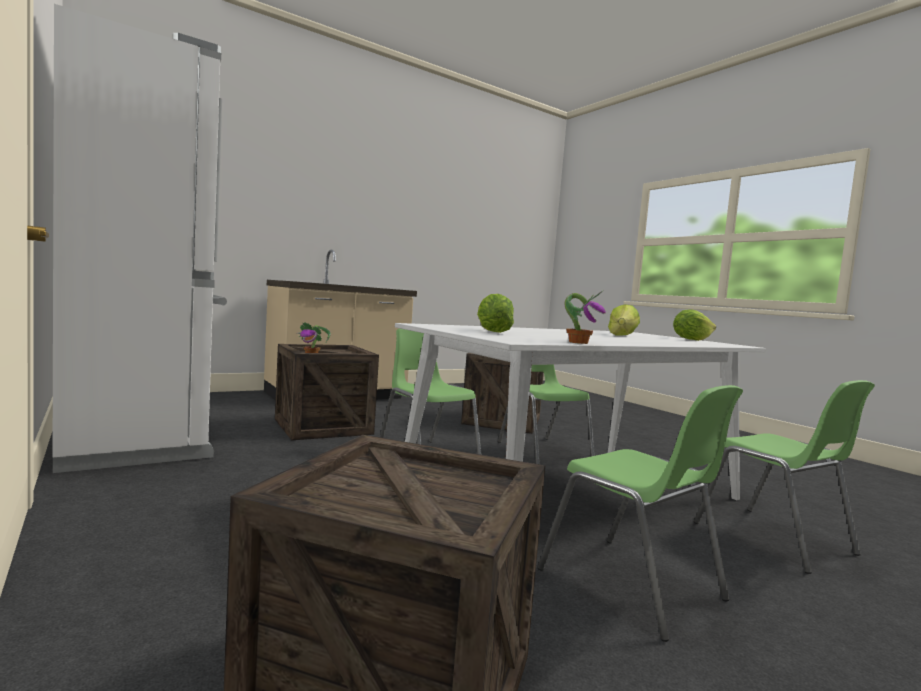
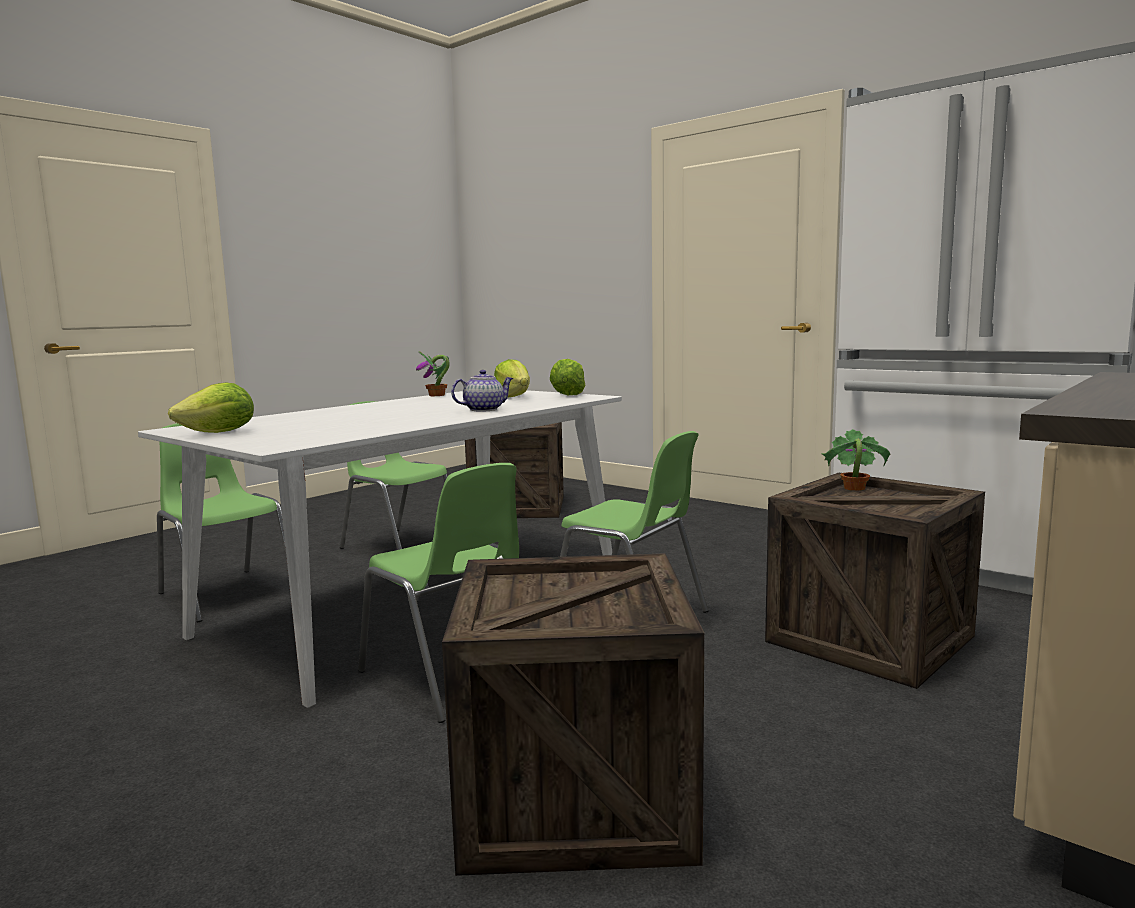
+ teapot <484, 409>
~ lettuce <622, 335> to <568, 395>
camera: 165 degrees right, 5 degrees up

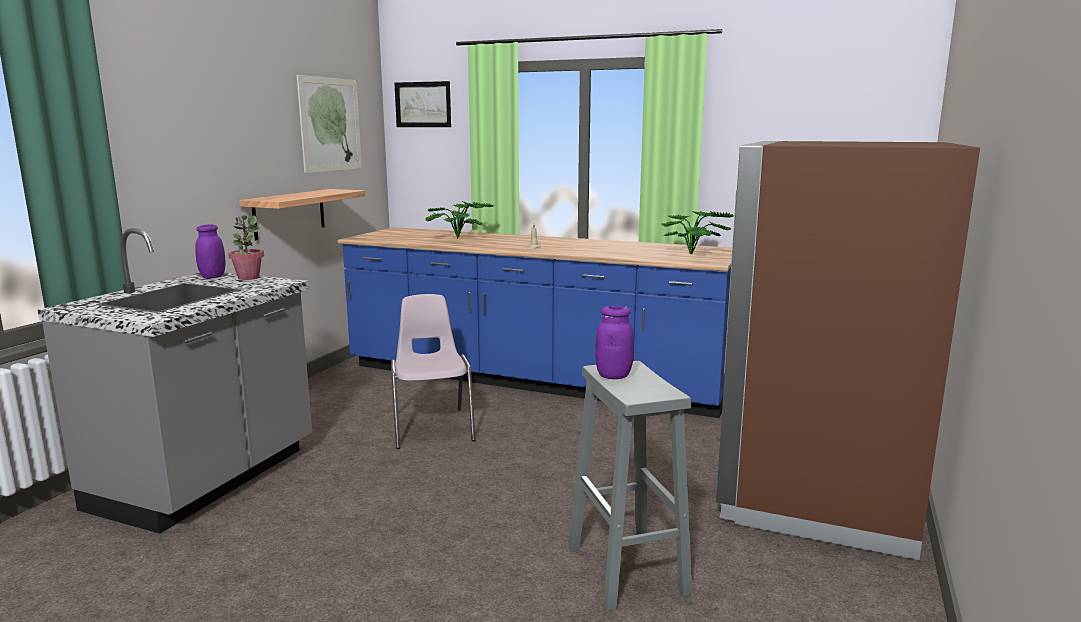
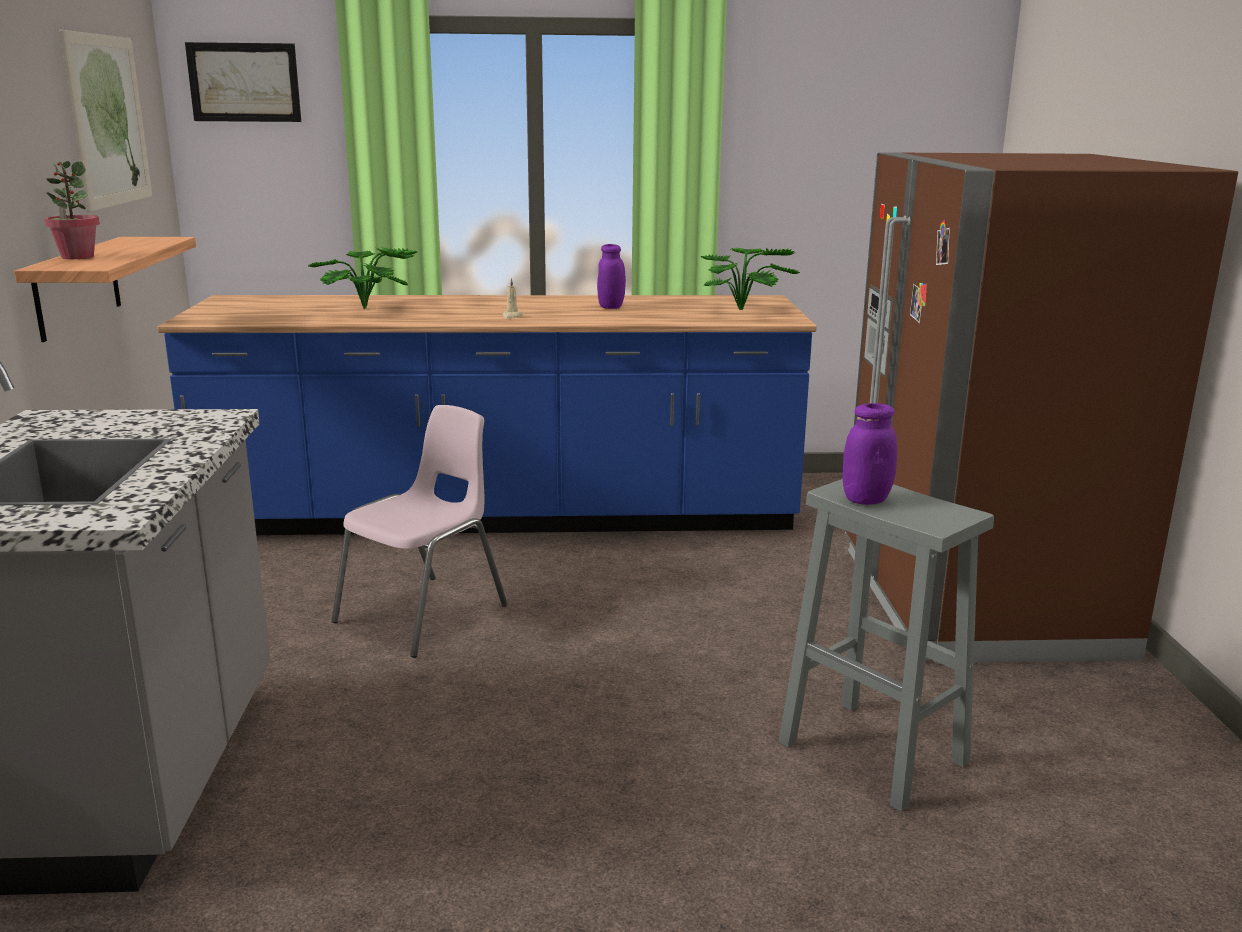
~ purple jar <213, 277> to <611, 307>
~ potted plant <248, 277> to <77, 257>
~ pink chair <432, 427> = <425, 614> 75 degrees clockwise
camera: 25 degrees left, 5 degrees up

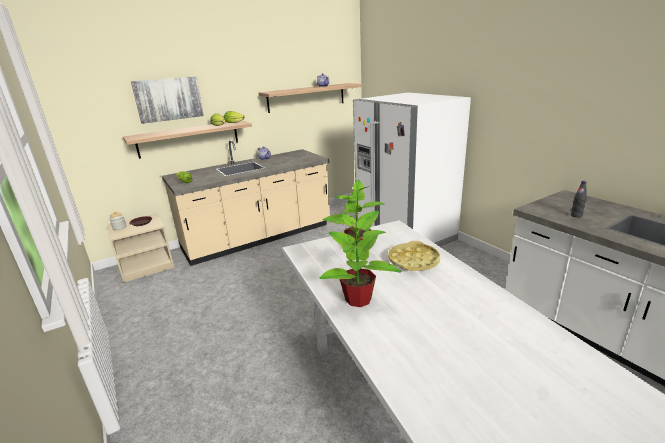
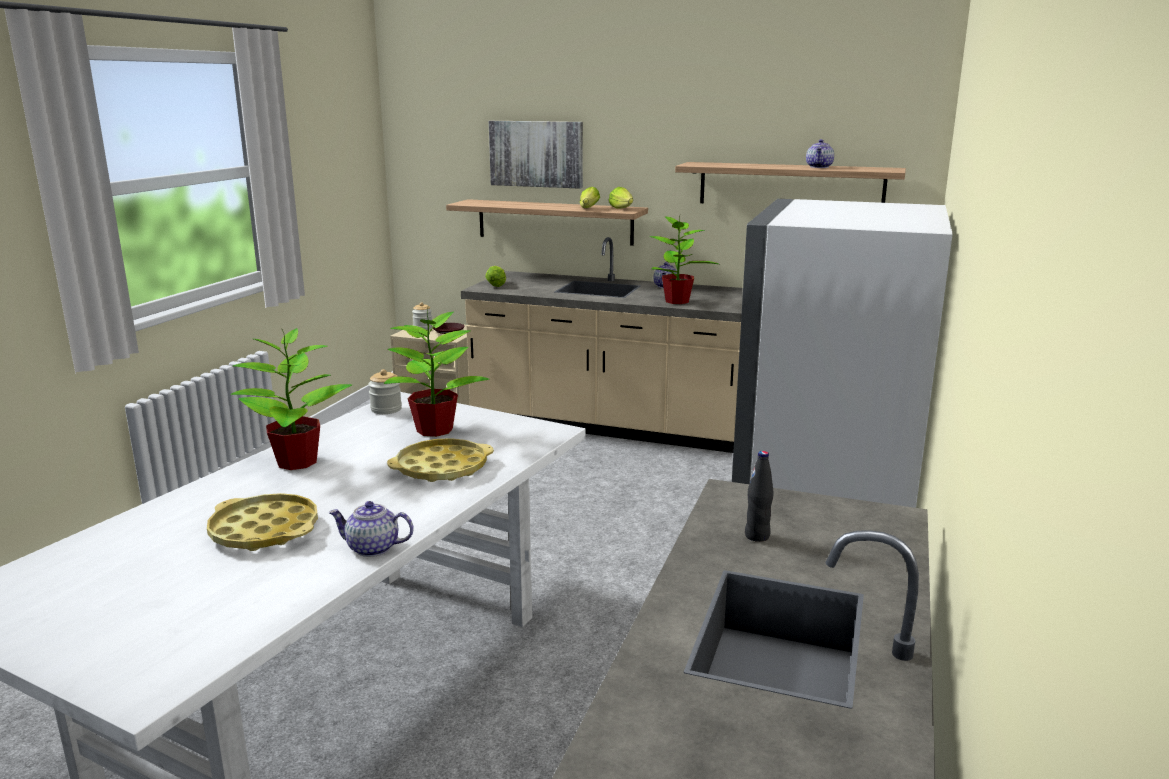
+ yellow tray <265, 530>
+ teapot <372, 548>
+ jar <386, 409>
+ potted plant <677, 301>
camera: 50 degrees right, 5 degrees down

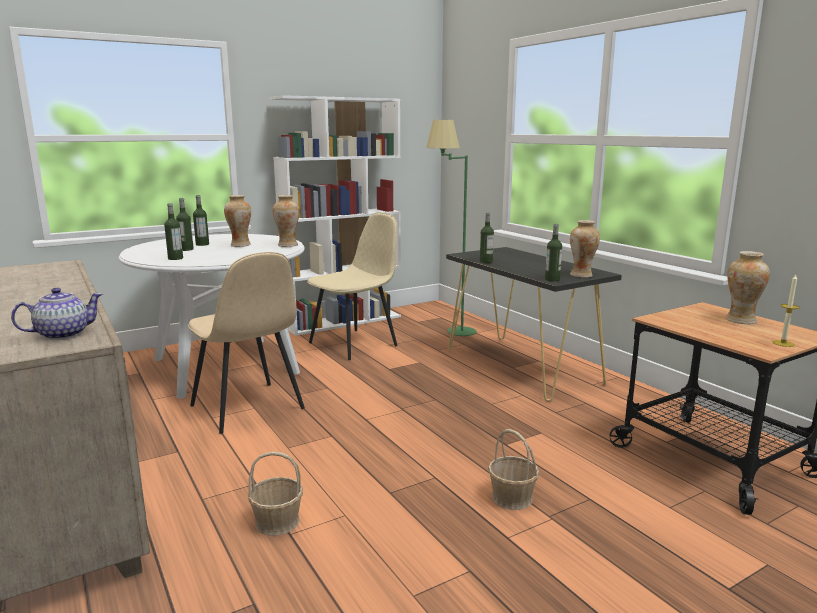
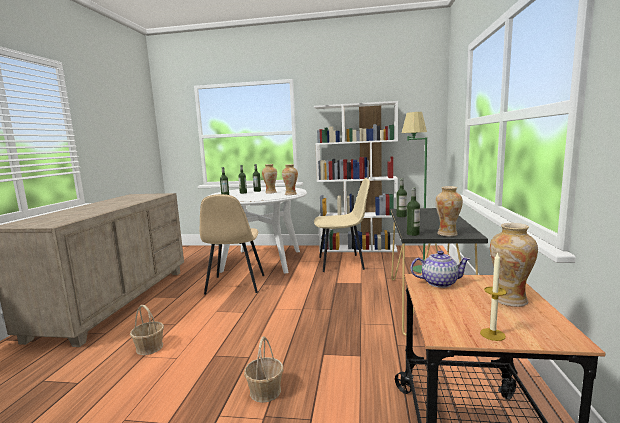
~ teapot <62, 334> to <439, 283>
camera: 40 degrees right, 5 degrees down

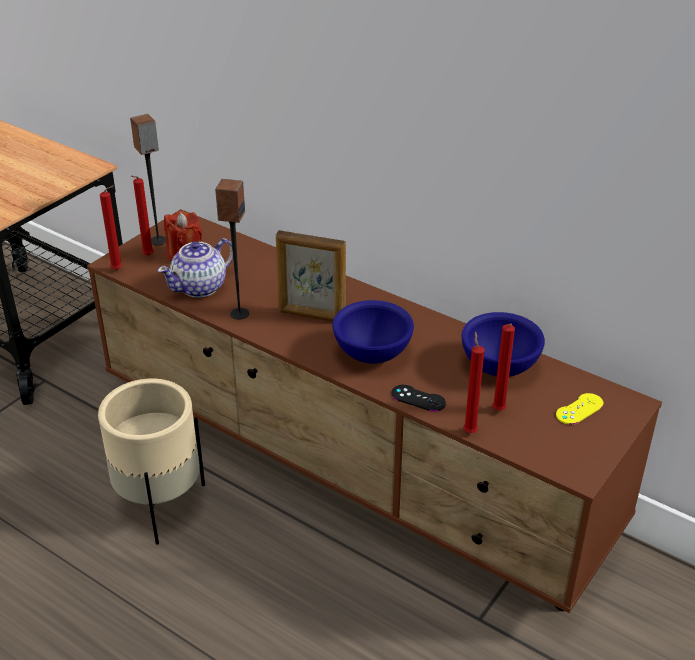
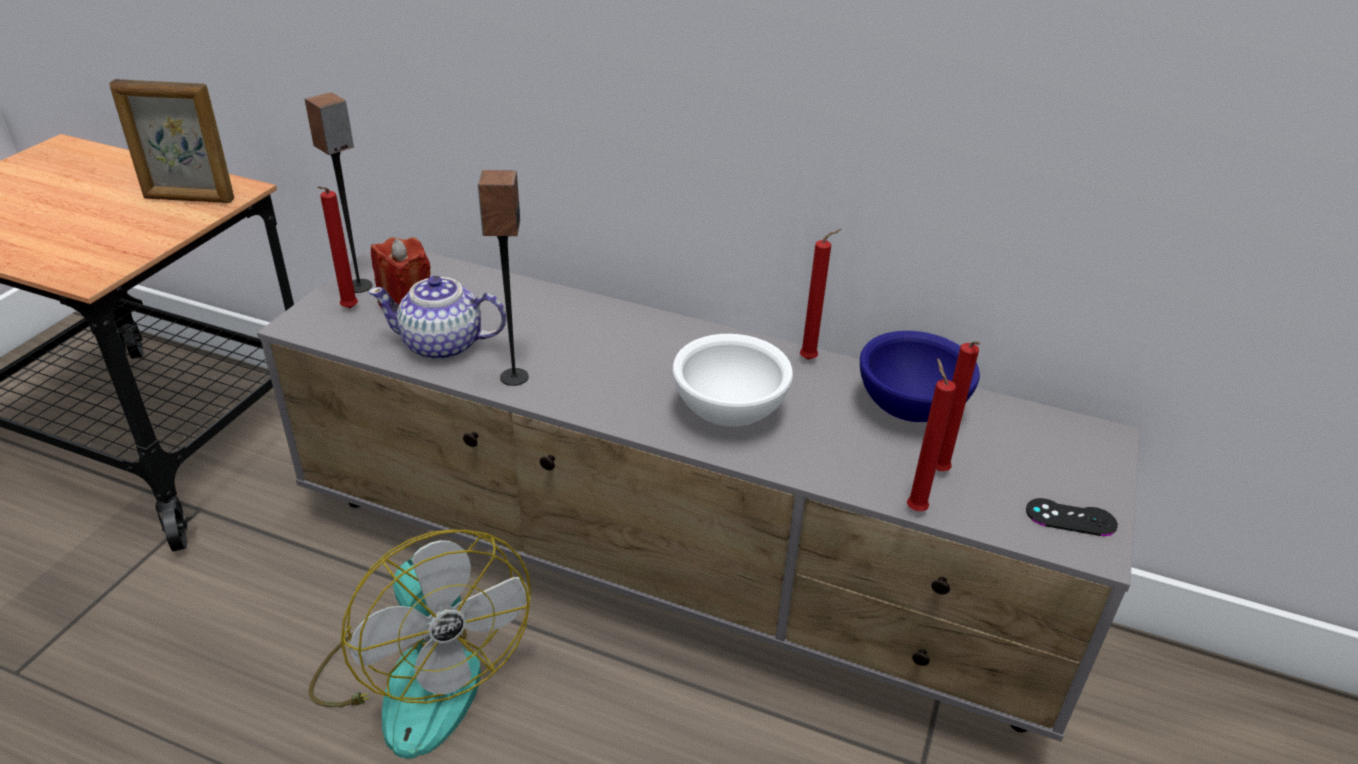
- yellow game controller <579, 409>
~ red candle <119, 270> to <811, 359>
~ picture frame <311, 316> to <189, 199>
~ black game controller <418, 398> to <1070, 518>
~ beige planter <161, 505> to fan <420, 674>
~ brown tv stand <350, 469> to grey tv stand <675, 574>
~ blue bowl <373, 354> to white bowl <731, 413>
~ teapot <200, 287> = <443, 345> 60 degrees clockwise
camera: 15 degrees left, 0 degrees up

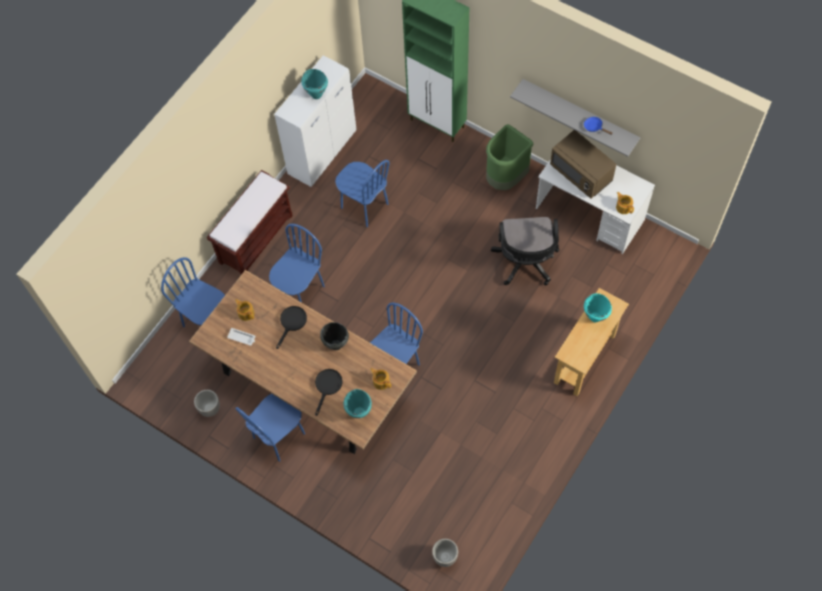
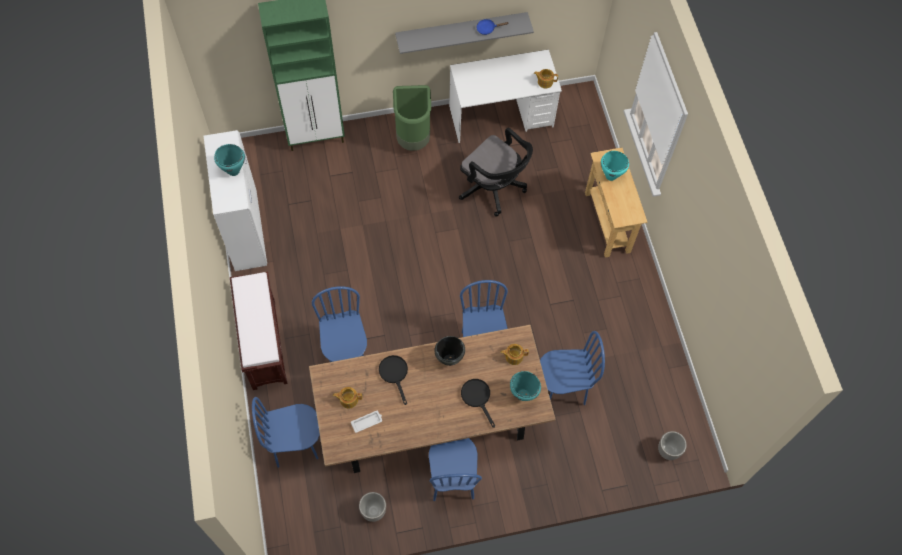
- brown microwave <581, 173>
~ blue chair <364, 206> to <562, 388>
camera: 50 degrees left, 0 degrees up

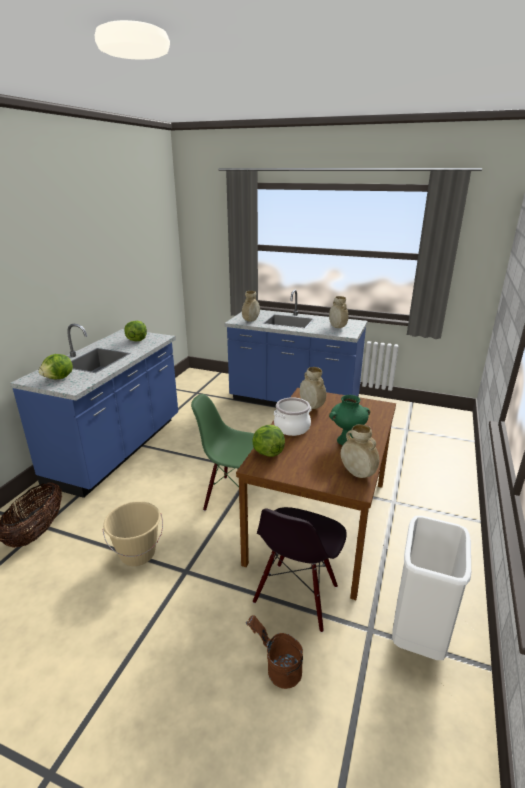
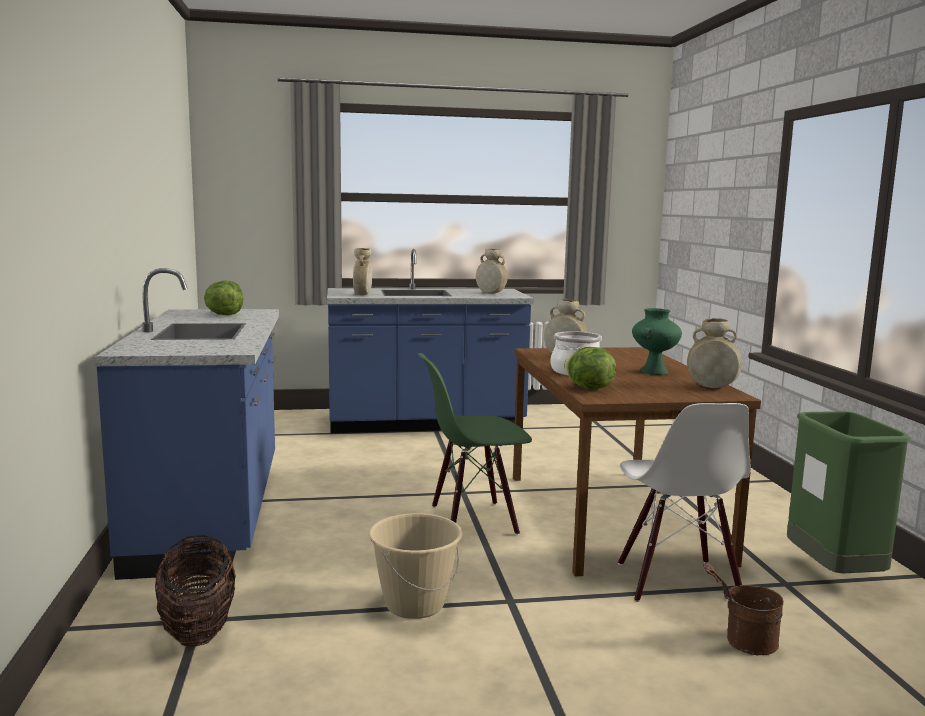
- lettuce <59, 378>
~ black chair <297, 595> to white chair <676, 581>
~ white trash can <418, 636> to green trash can <833, 574>
camera: 30 degrees left, 15 degrees down

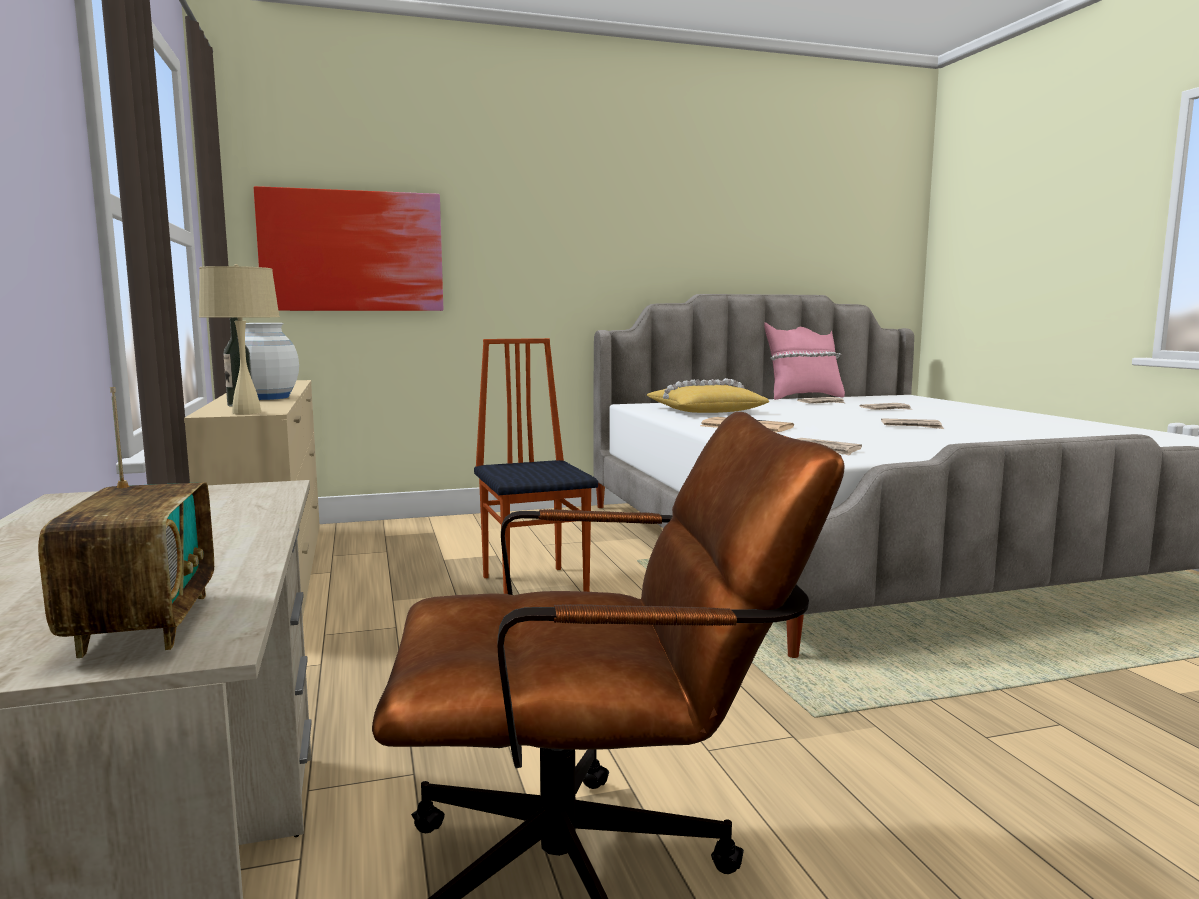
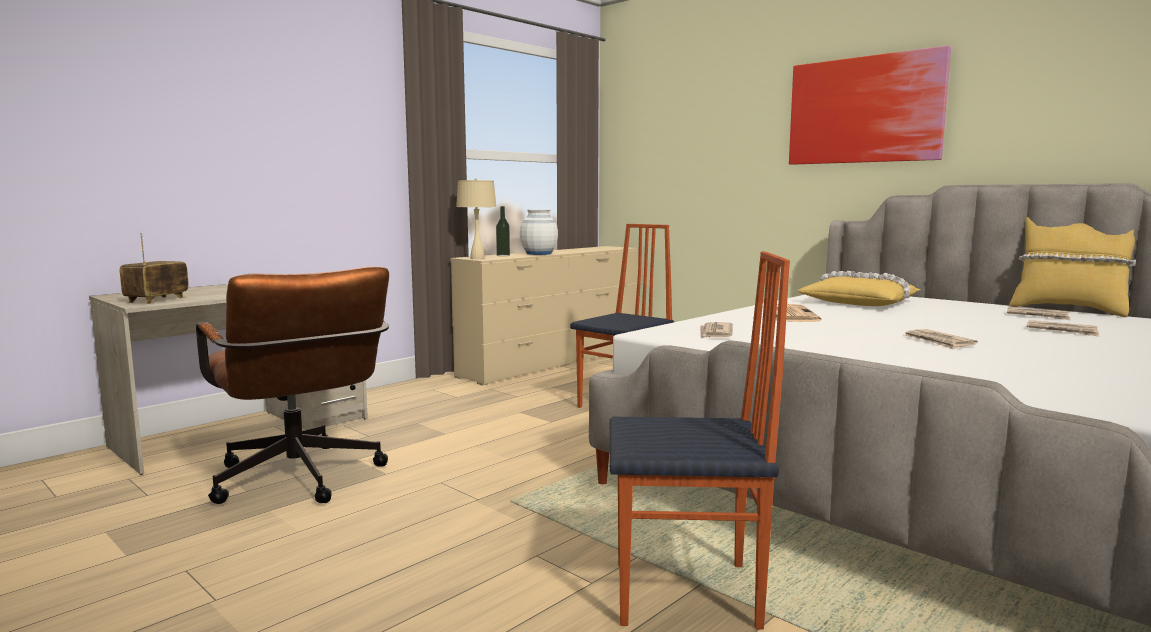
+ chair <687, 595>
~ picture <352, 251> to <864, 110>
~ pink pillow <802, 397> to yellow pillow <1068, 310>
~ radio <144, 624> = <157, 300> 150 degrees clockwise
camera: 60 degrees right, 0 degrees up

